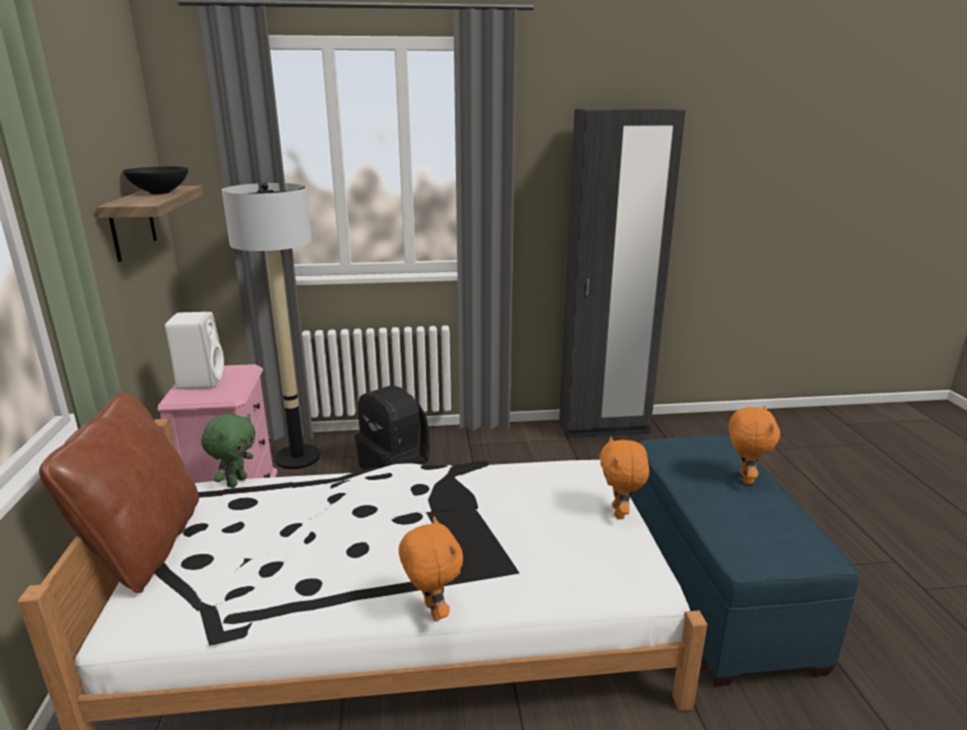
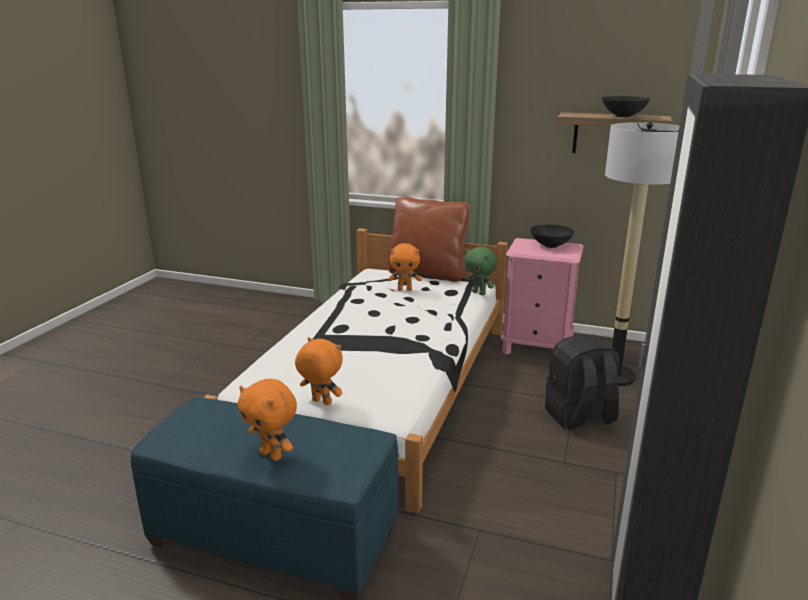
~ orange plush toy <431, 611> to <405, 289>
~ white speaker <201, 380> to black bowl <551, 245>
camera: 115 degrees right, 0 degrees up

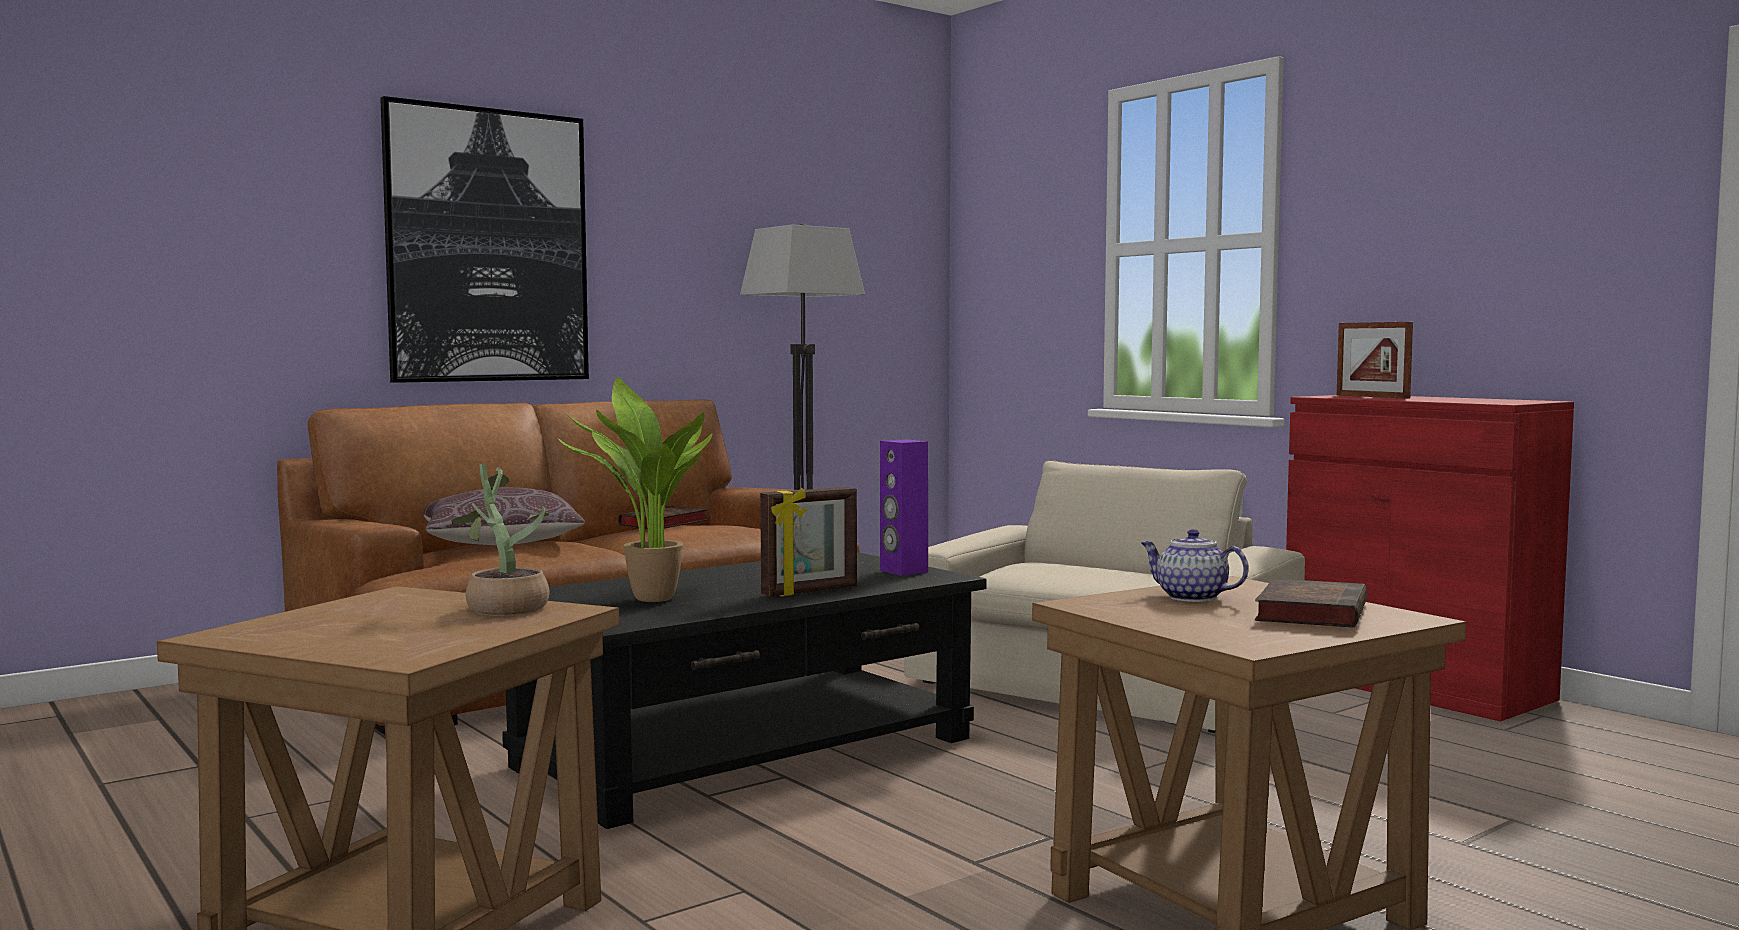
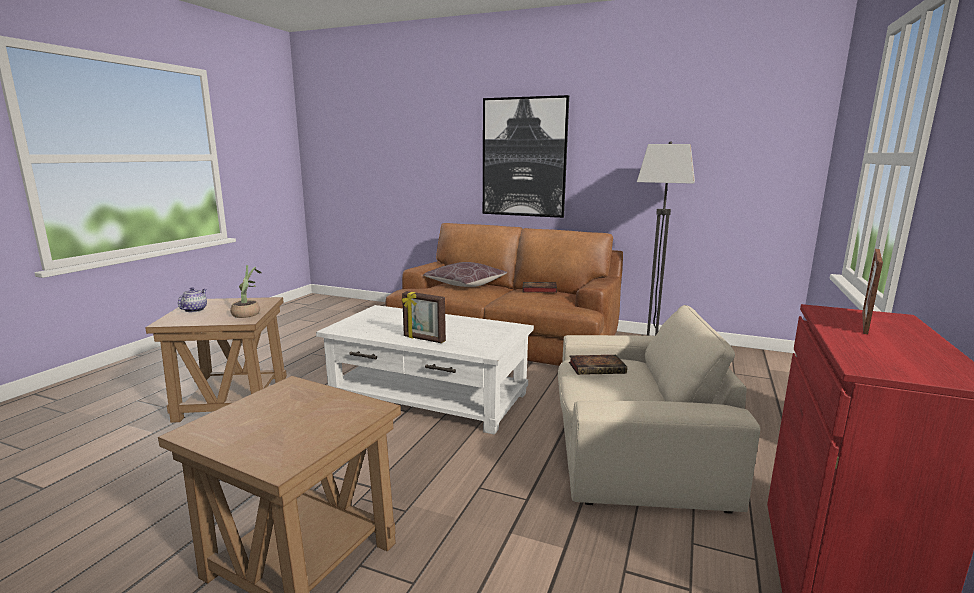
- potted plant <646, 599>
- purple speaker <903, 571>
~ teapot <1190, 597> to <194, 310>
~ book <1310, 612> to <598, 368>
~ black coffee table <748, 752> to white coffee table <429, 396>
camera: 60 degrees right, 10 degrees up

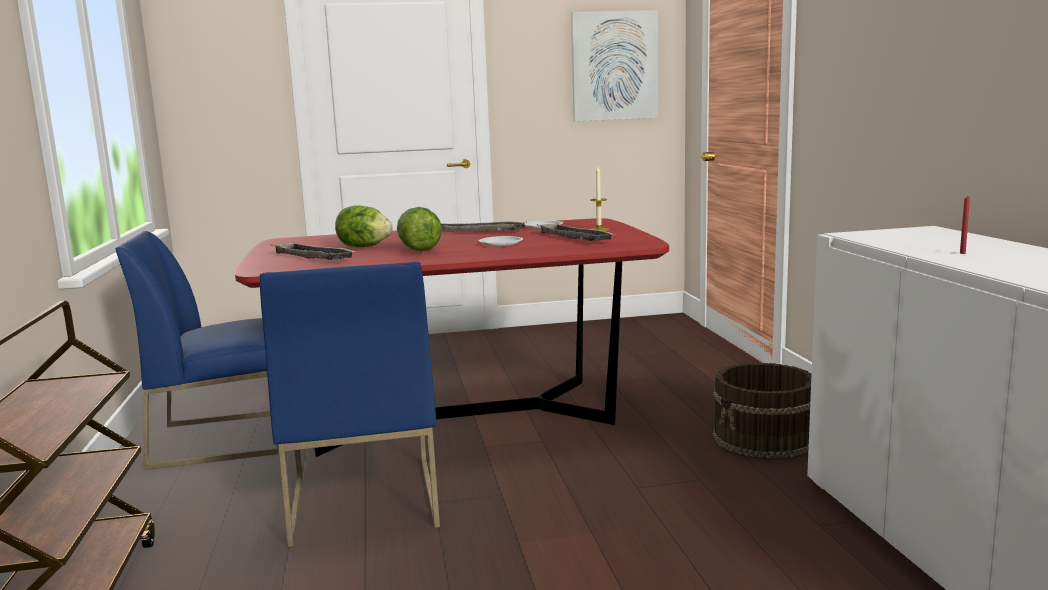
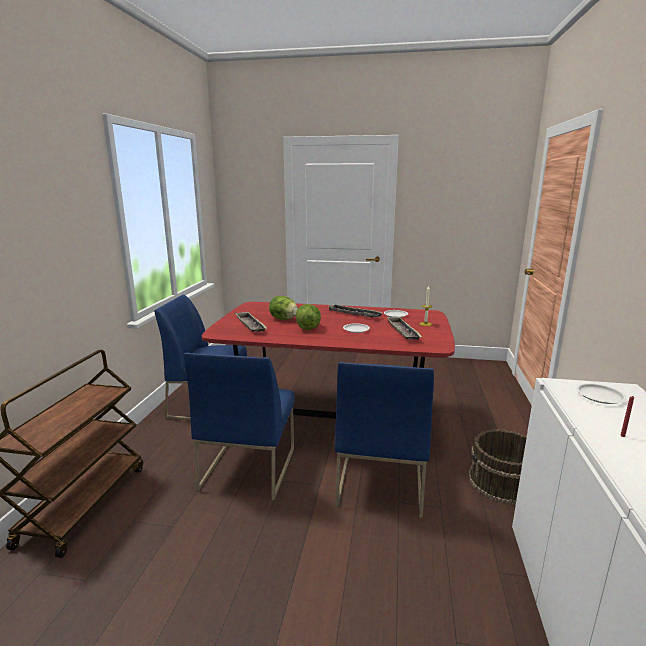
- picture <614, 66>
+ blue chair <379, 481>
+ white plate <599, 396>
camera: 20 degrees right, 5 degrees up

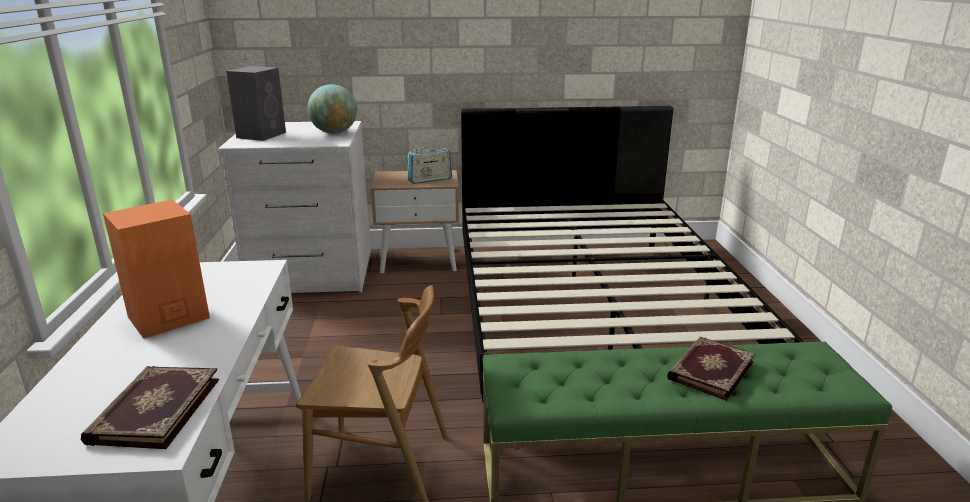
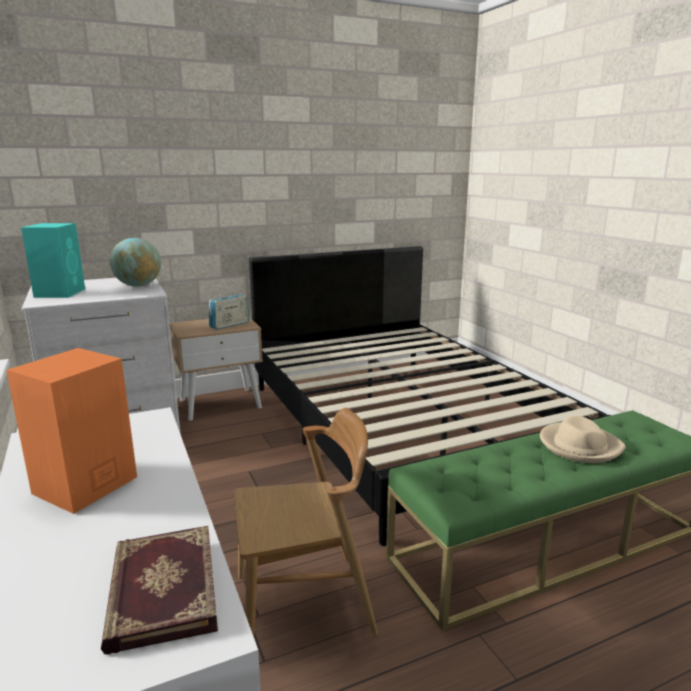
~ book <709, 370> to beige hat <579, 446>
~ grey speaker <262, 135> to turquoise speaker <60, 293>
camera: 20 degrees left, 5 degrees down

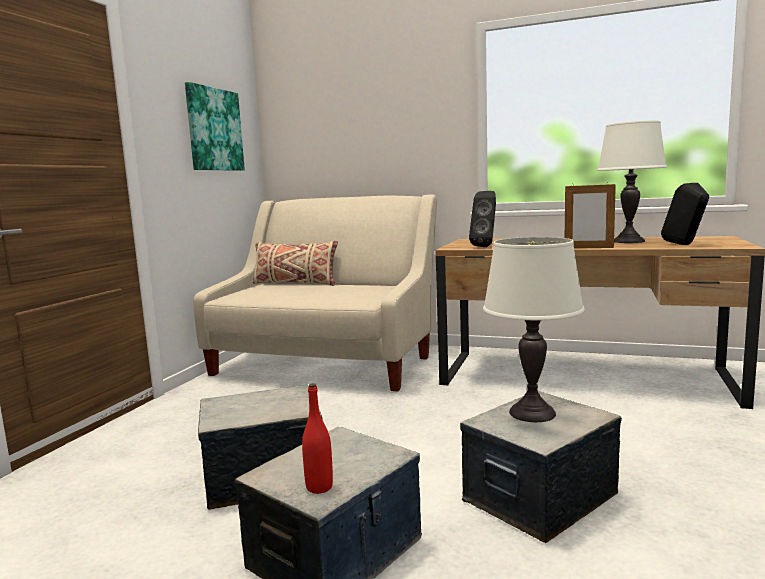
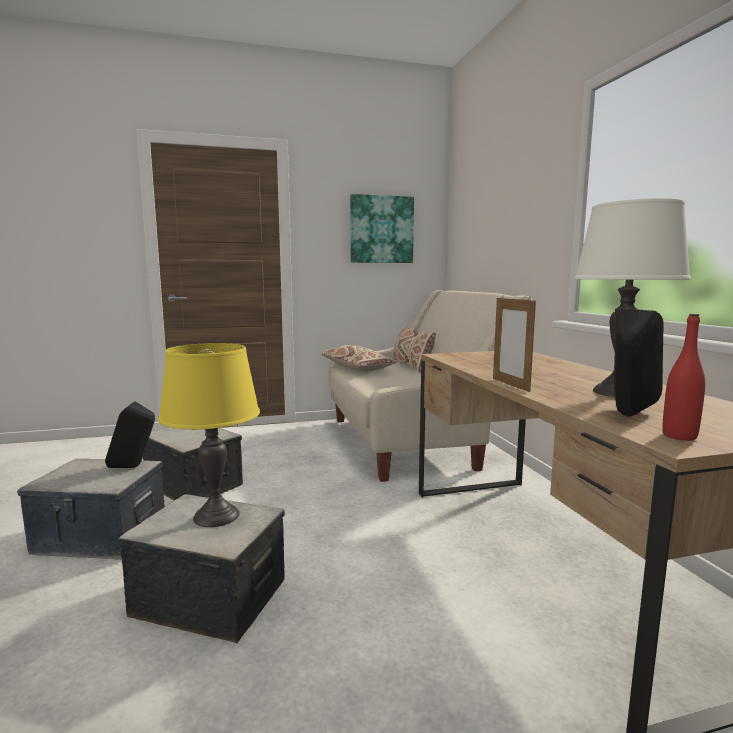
+ beige pillow <356, 368>
~ red bottle <319, 487> to <679, 436>
~ black speaker <486, 246> to <134, 467>
~ white table lamp <532, 413> to yellow table lamp <216, 516>
camera: 55 degrees right, 0 degrees up

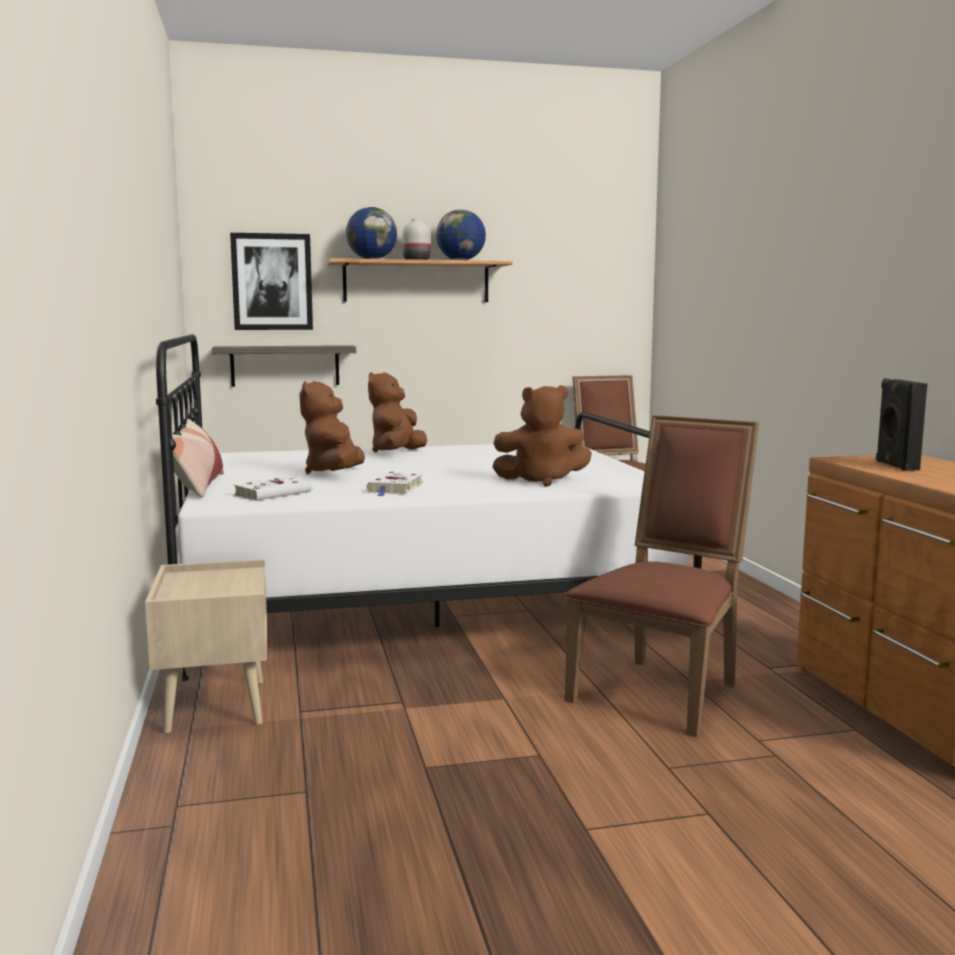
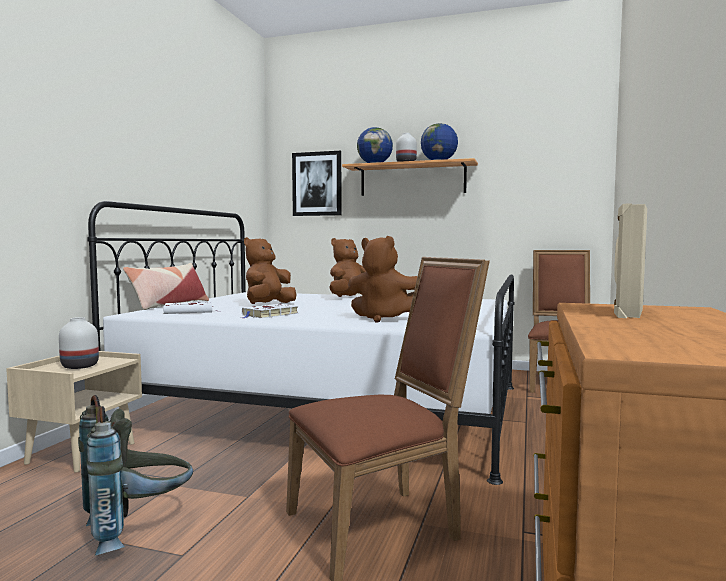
- shelf <285, 365>
+ white vase <80, 366>
+ grey backpack <138, 529>
~ black speaker <895, 465> to beige speaker <627, 313>
camera: 30 degrees right, 5 degrees down

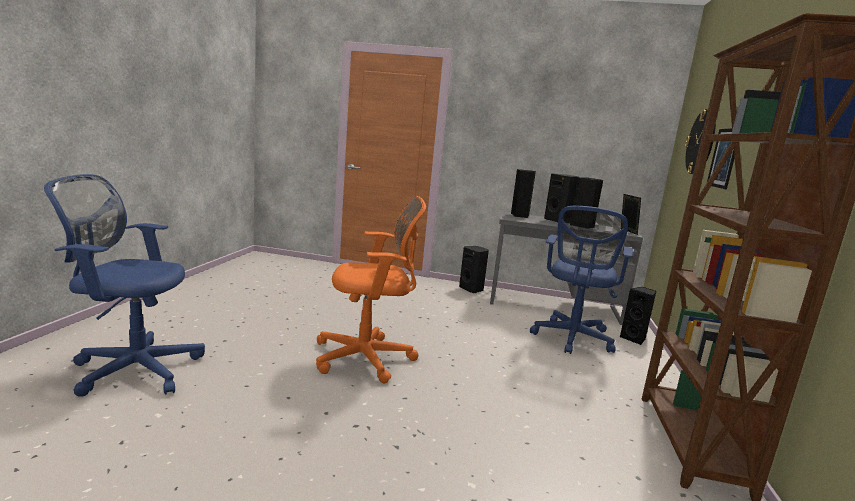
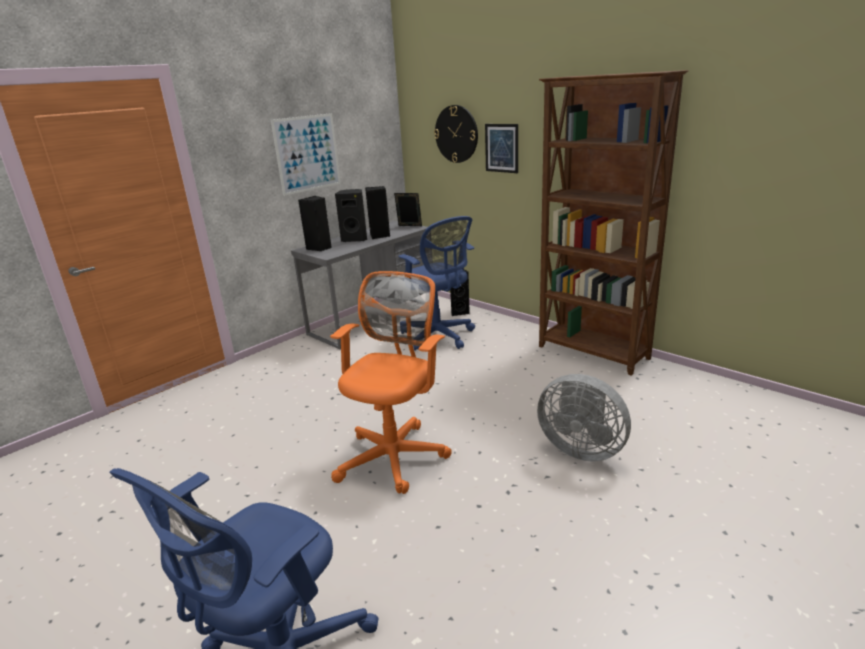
- black speaker <472, 289>
+ picture <307, 153>
+ grey fan <581, 448>
camera: 55 degrees left, 10 degrees up

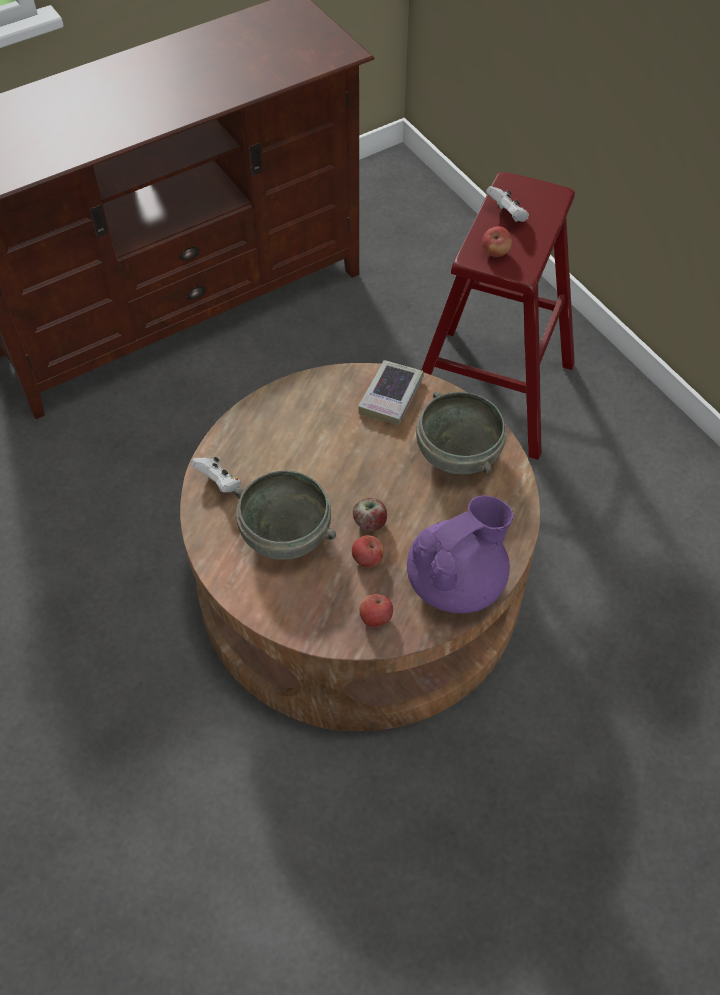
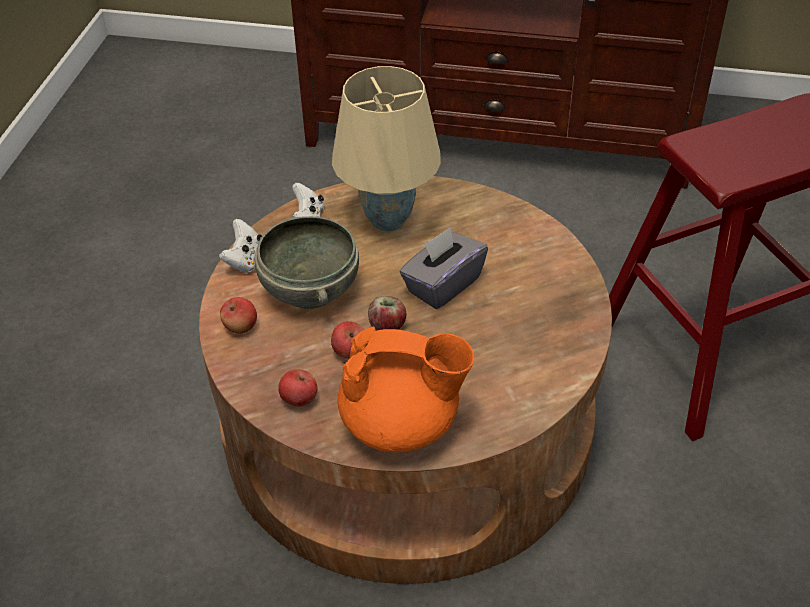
- book <391, 396>
- grey bowl <456, 454>
+ beige table lamp <389, 220>
+ grey tissue box <443, 285>
~ apple <495, 252> to <240, 327>
~ white game controller <507, 215> to <244, 259>
~ purple teapot <457, 581> to orange teapot <402, 423>
camera: 45 degrees right, 10 degrees down

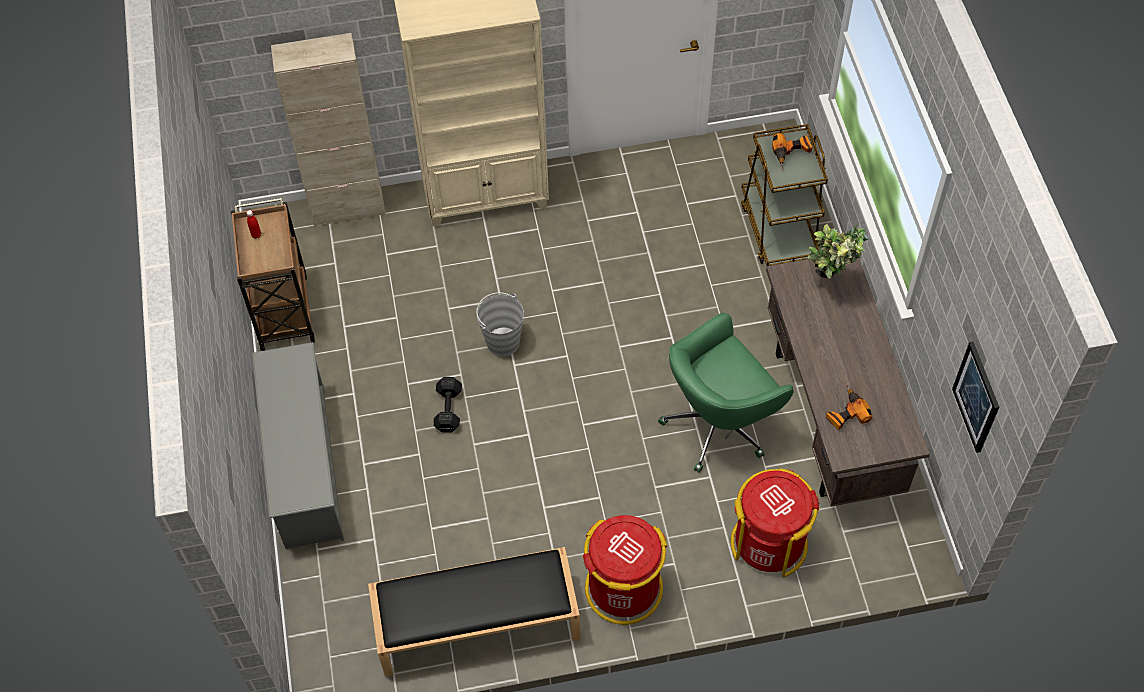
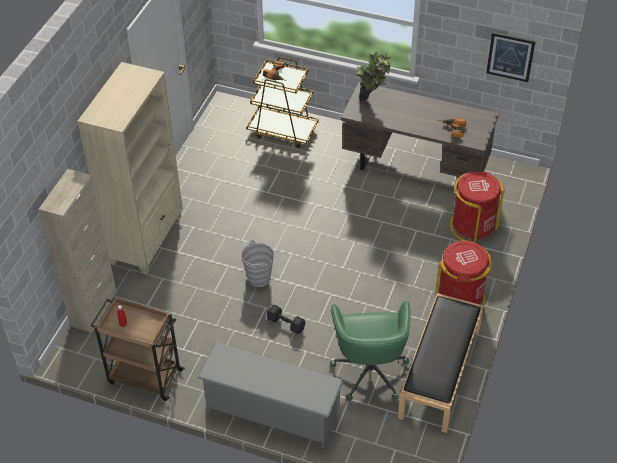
~ green office chair <719, 423> to <370, 370>
camera: 60 degrees left, 10 degrees down

